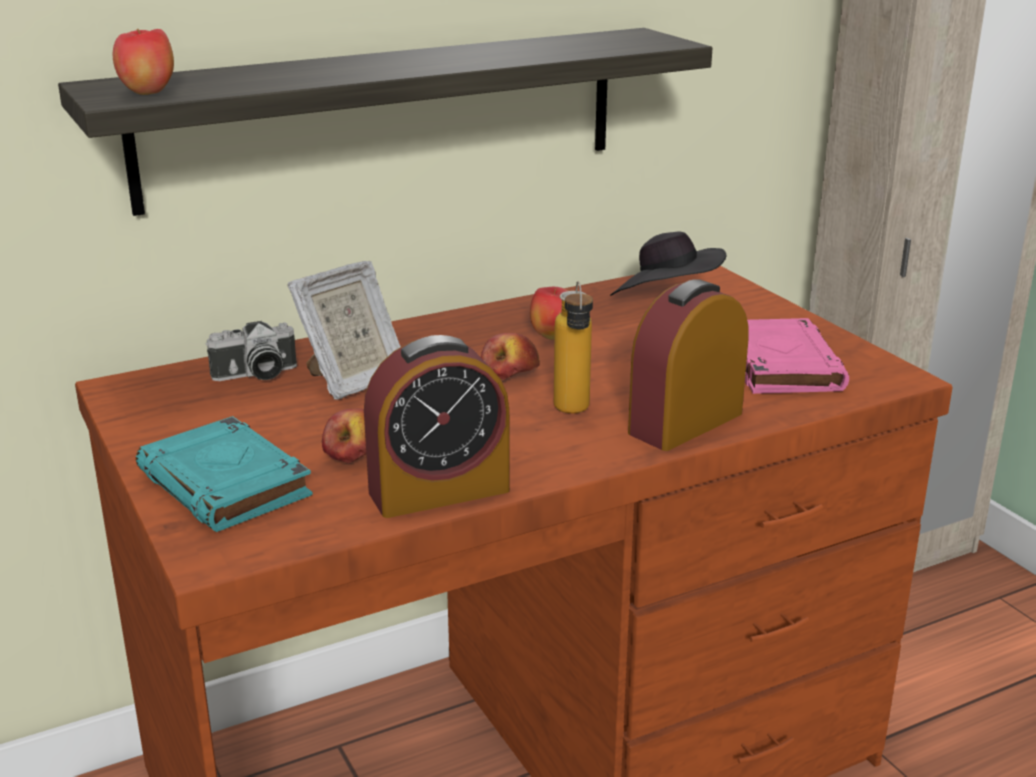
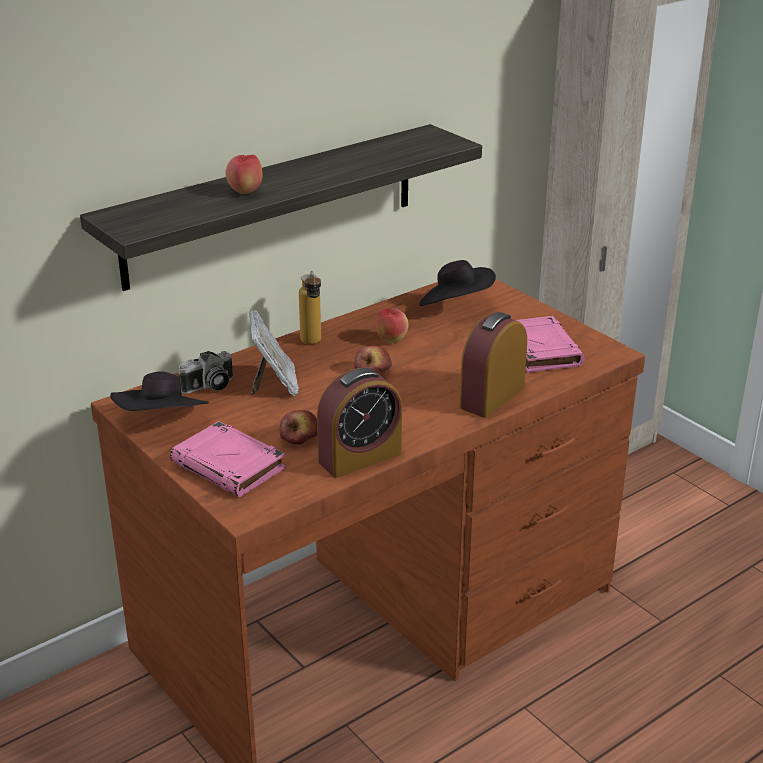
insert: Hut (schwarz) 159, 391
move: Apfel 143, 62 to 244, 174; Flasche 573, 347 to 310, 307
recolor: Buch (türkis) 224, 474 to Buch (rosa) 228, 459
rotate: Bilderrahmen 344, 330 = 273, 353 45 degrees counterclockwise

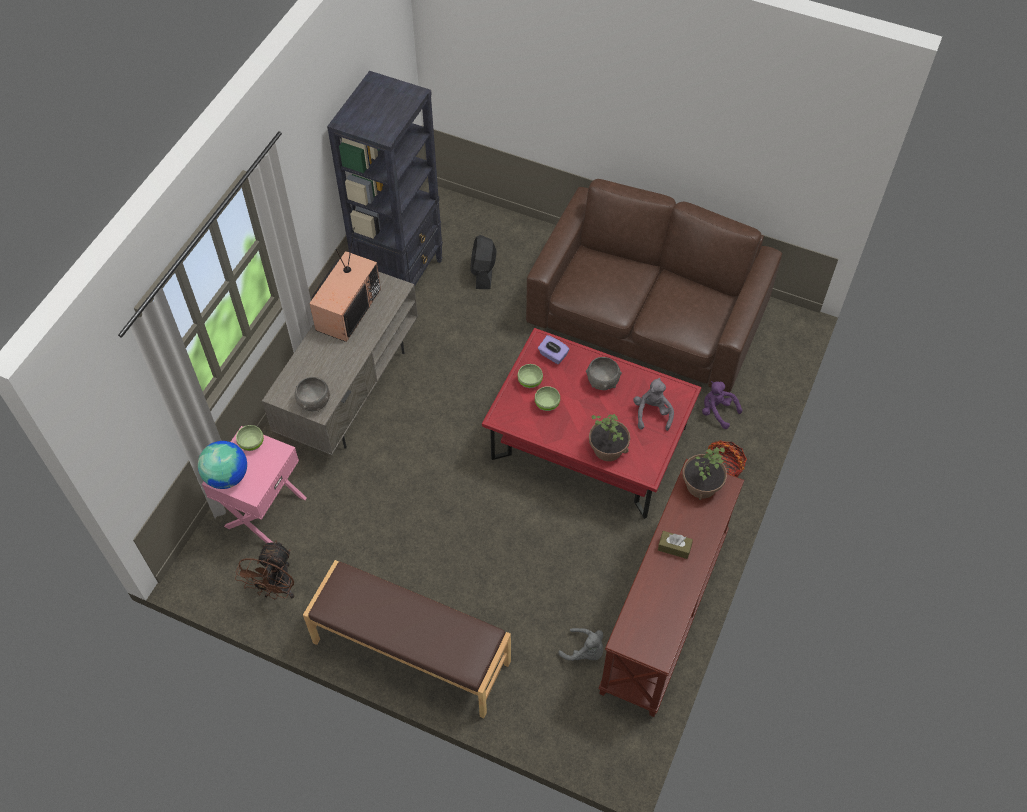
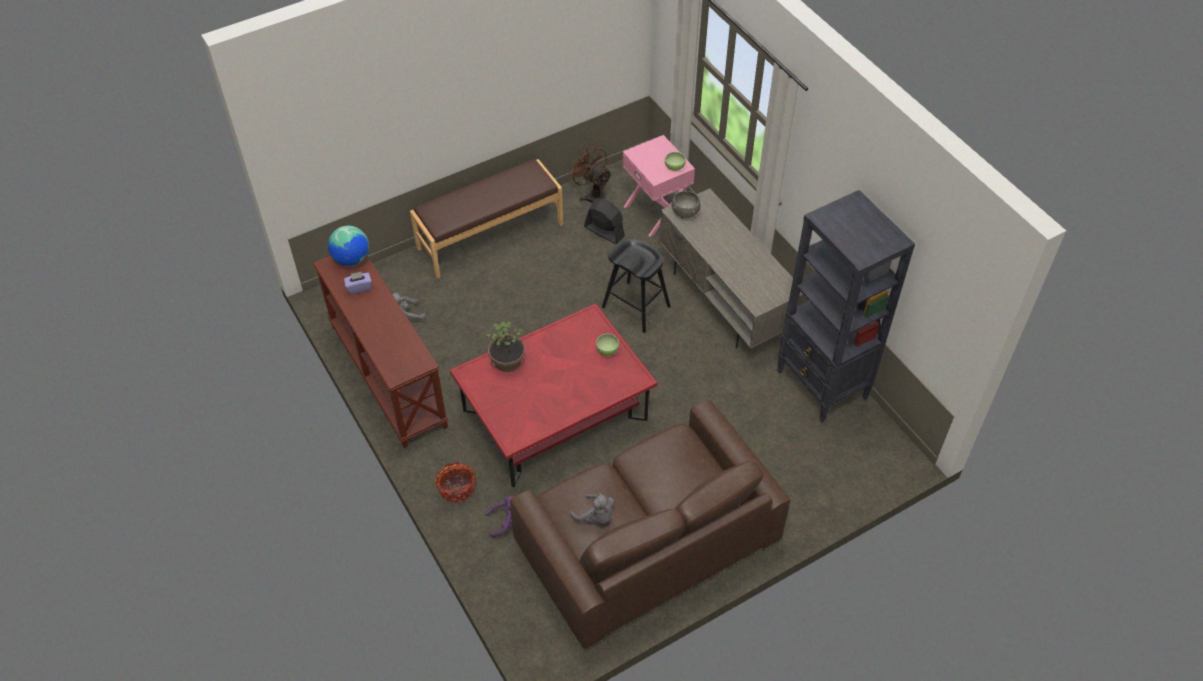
delete: Fernseher 345, 285; Schüssel (grün) 547, 398; Schüssel (grau) 604, 373; Taschentuchbox (braun) 675, 545; Topfpflanze 705, 473
insert: Hocker (schwarz) 636, 286
move: Globus 222, 465 to 348, 246; Ventilator (schwarz) 483, 262 to 604, 221; Taschentuchbox (lila) 553, 349 to 358, 282; Plüschtier (grau) 653, 404 to 592, 508

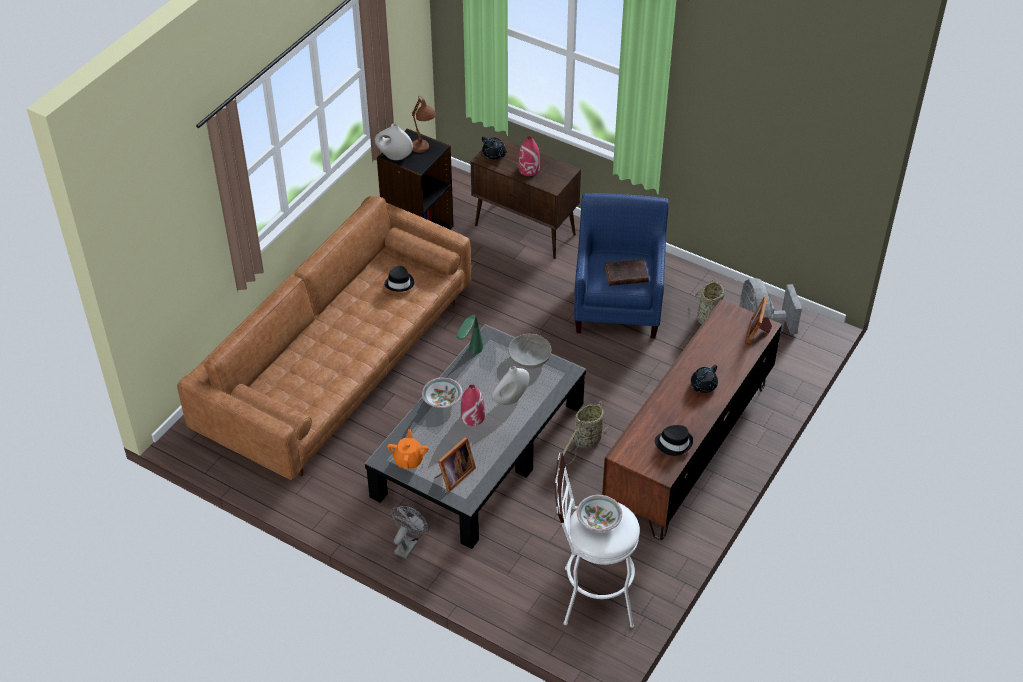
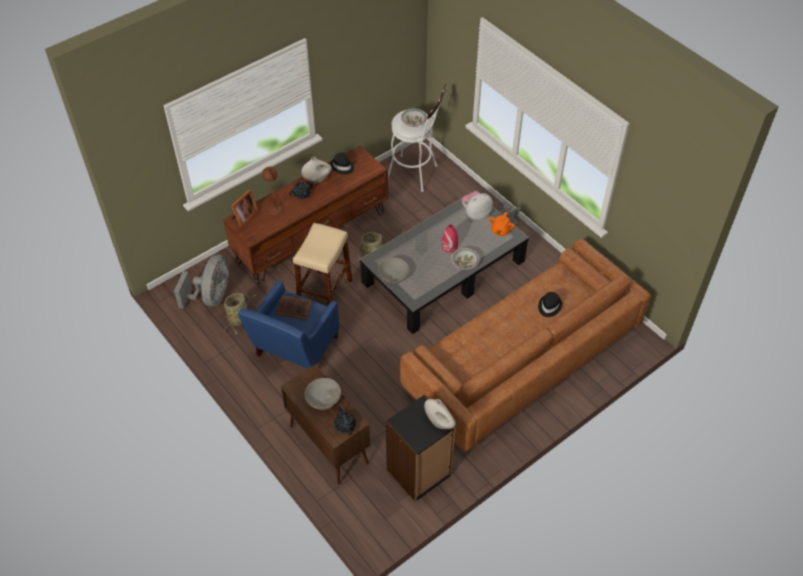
delete: Tischlampe (grün) 470, 334
insert: Hocker (beige) 322, 264
move: Hut (schwarz) 399, 279 to 550, 304; Tischlampe (braun) 424, 124 to 272, 191; Vase (weiß) 510, 385 to 316, 170
replace: Bilderrahmen 455, 464 to Plüschtier 477, 205; Vase (rot) 529, 156 to Schüssel (grau) 323, 394

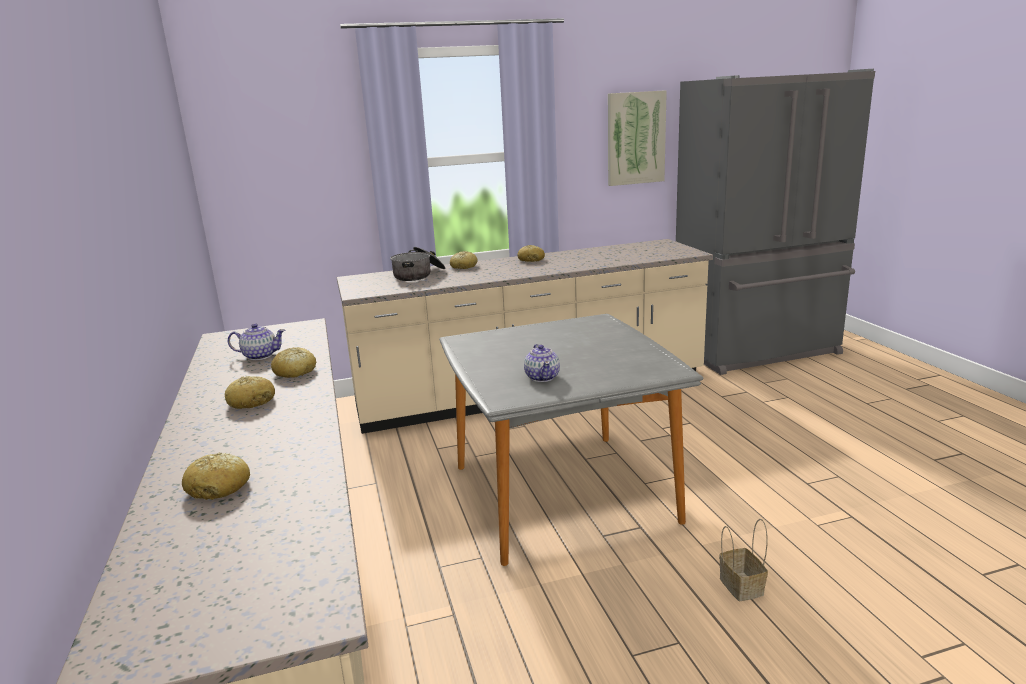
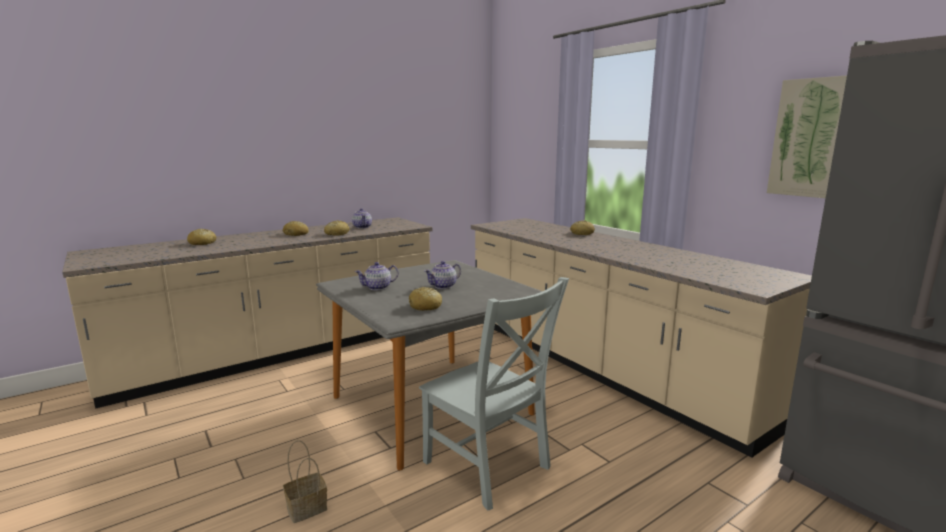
delete: Kochtopf 417, 264
insert: Stuhl (grau) 494, 394; Teekanne 443, 275
move: Brot 531, 253 to 425, 299

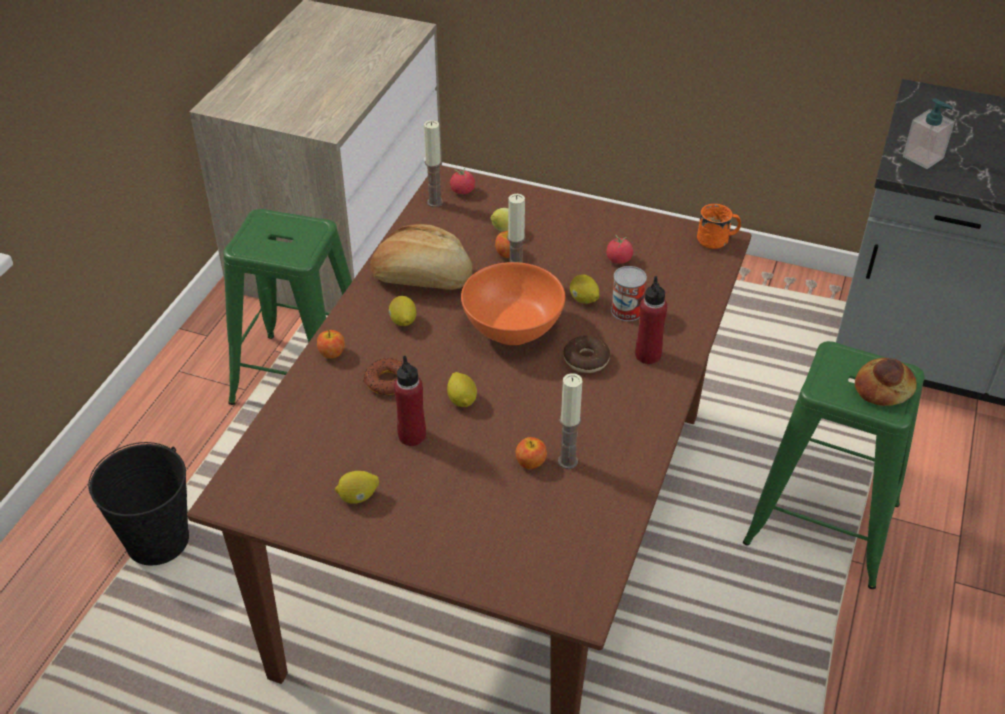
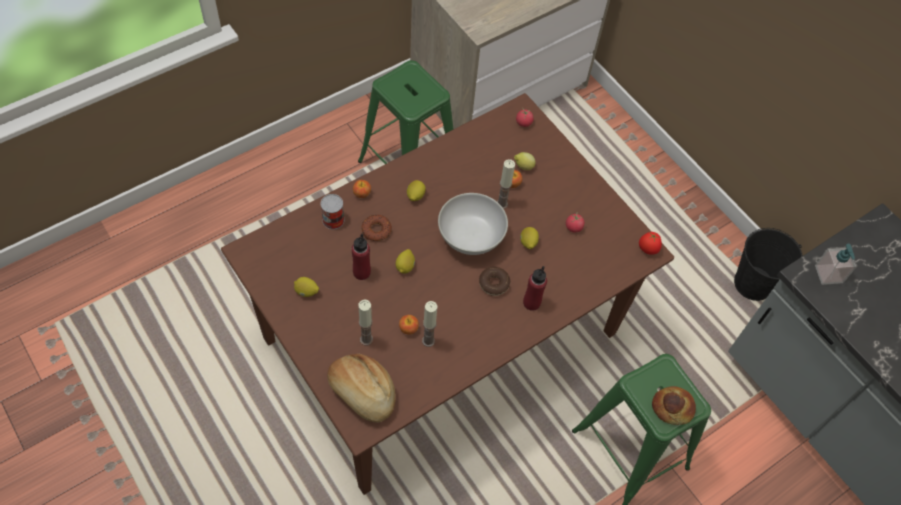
move: Eimer (schwarz) 138, 504 to 768, 264; Brot 421, 257 to 361, 388; Kerze 433, 163 to 365, 322; Dose 629, 293 to 332, 211
replace: Henkelbecher (orange) 719, 226 to Tomate 650, 243
recolor: Schüssel (orange) 513, 303 to Schüssel (weiß) 473, 224

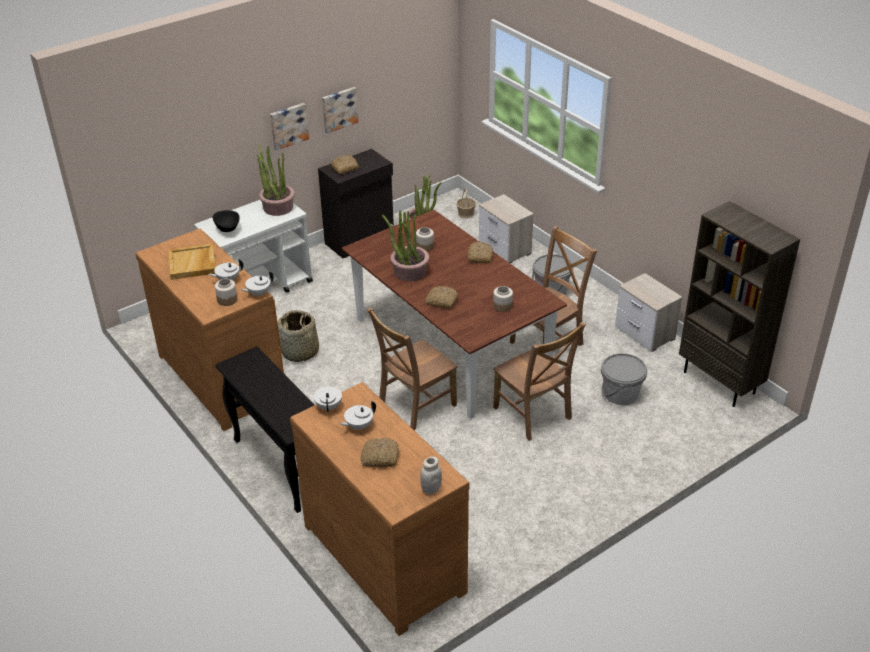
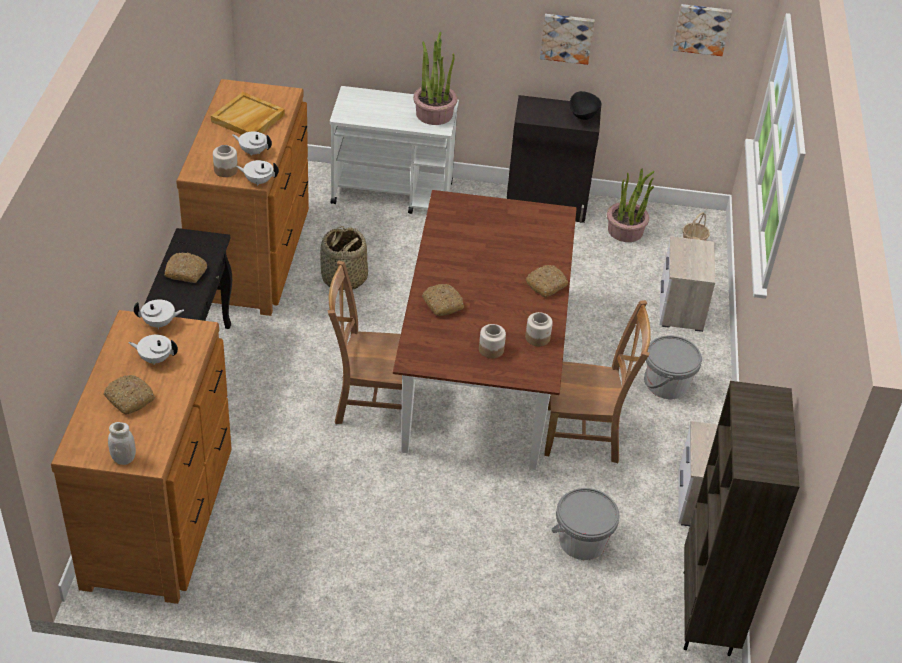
delete: Topfpflanze 405, 245; Stuhl (braun) 539, 381
move: Schüssel (schwarz) 226, 221 to 585, 105; Bild 289, 126 to 702, 30; Brot 345, 164 to 185, 267; Vorratsglas 425, 239 to 539, 329
rotate: Teekanne (weiß) 328, 396 = 159, 315 45 degrees clockwise

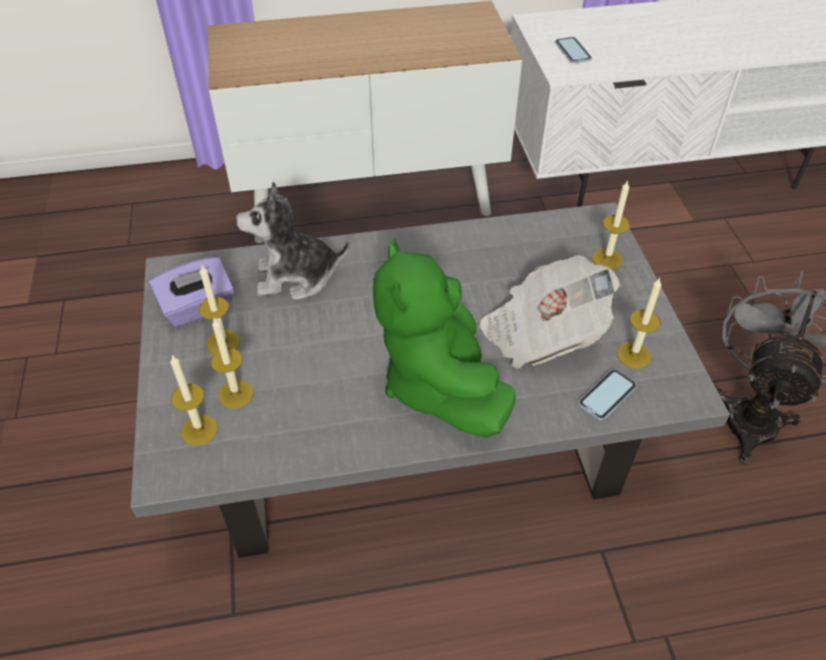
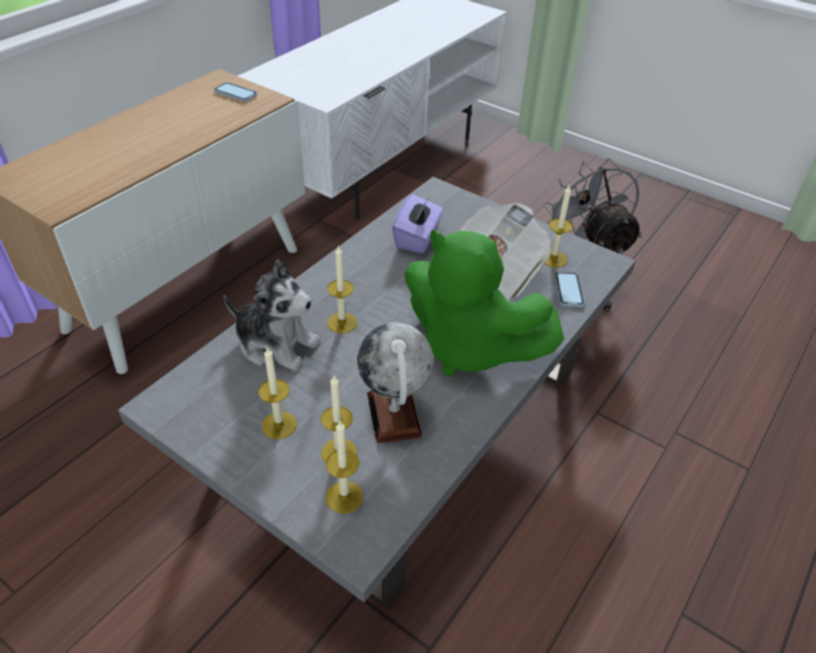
insert: Globus 395, 383
move: Taschentuchbox (lila) 191, 292 to 418, 224; Handy 573, 50 to 235, 91; Kerze 611, 224 to 342, 289
rotate: Plüschtier 293, 241 = 272, 315 105 degrees counterclockwise

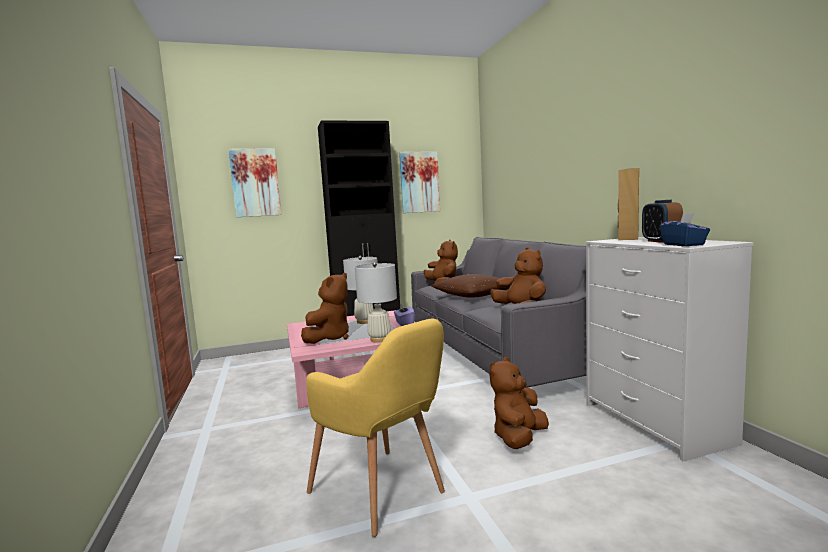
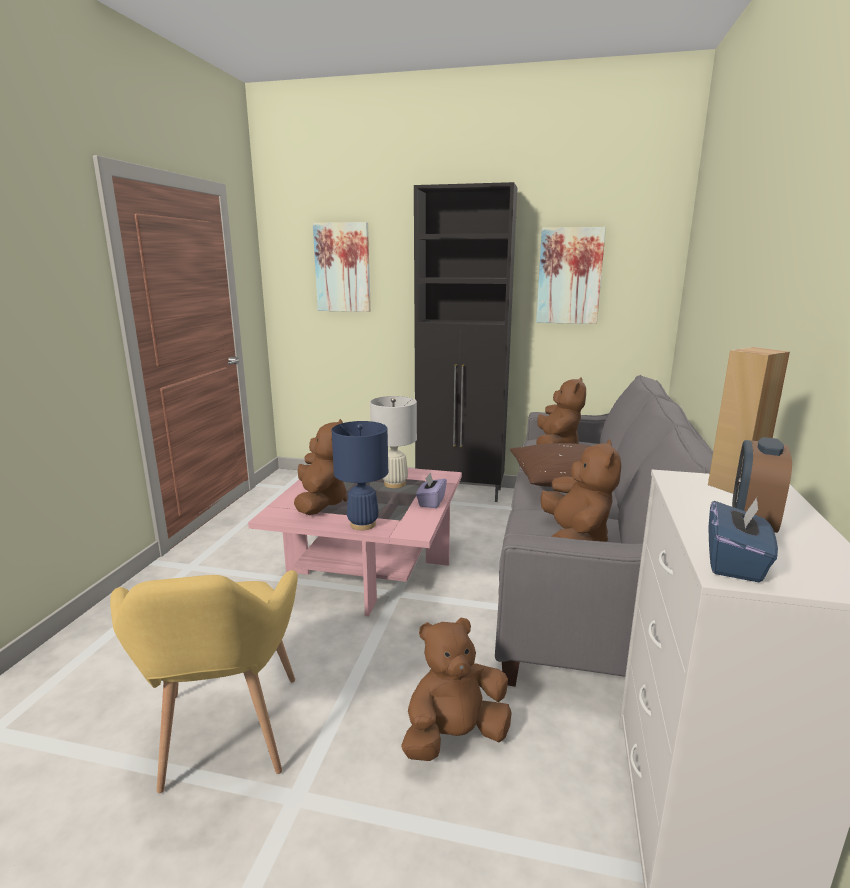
recolor: Tischlampe (weiß) 376, 302 to Tischlampe (blau) 360, 475
rotate: Plüschtier (braun) 325, 308 = 321, 467 60 degrees counterclockwise

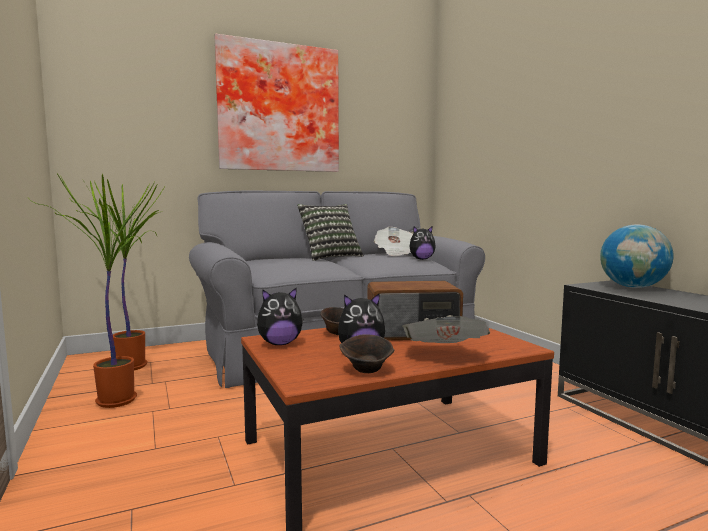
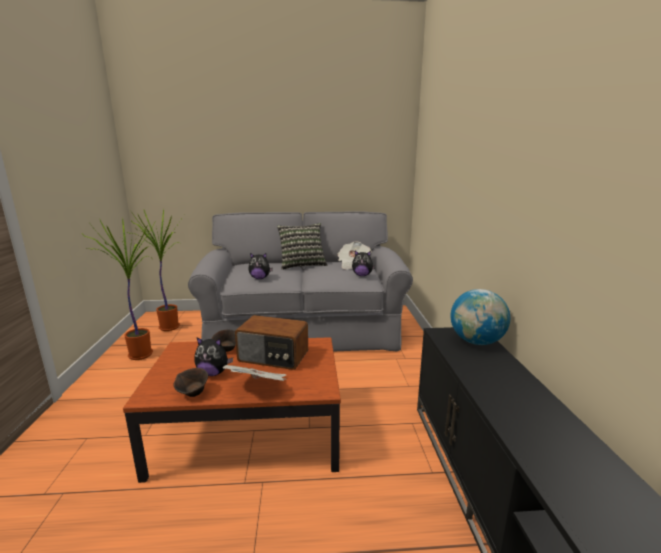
delete: Bild 276, 103
move: Plüschtier 280, 316 to 261, 266

